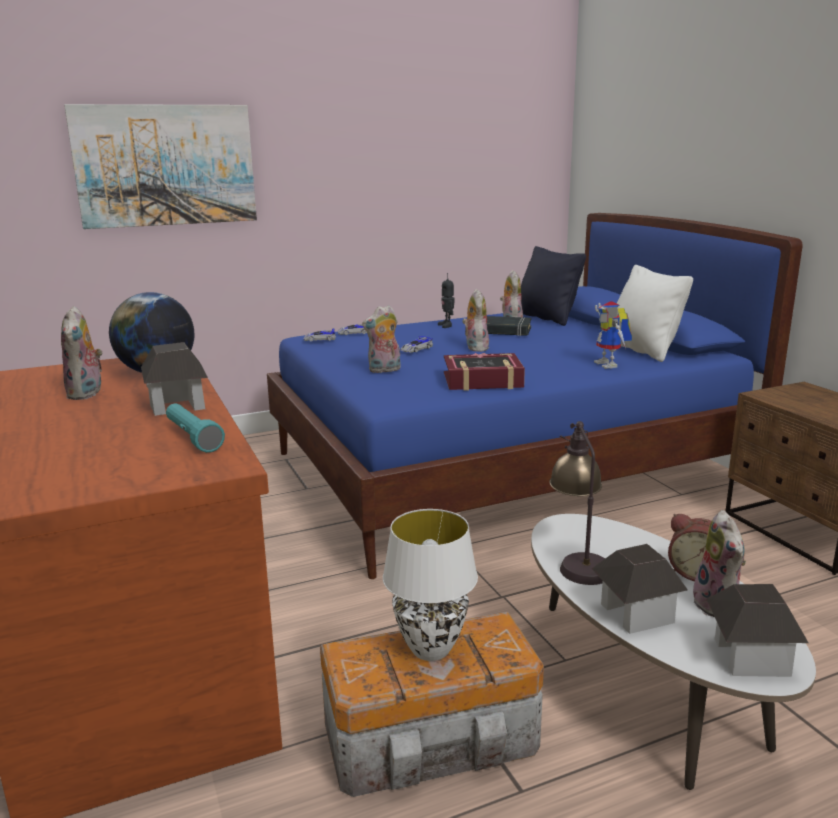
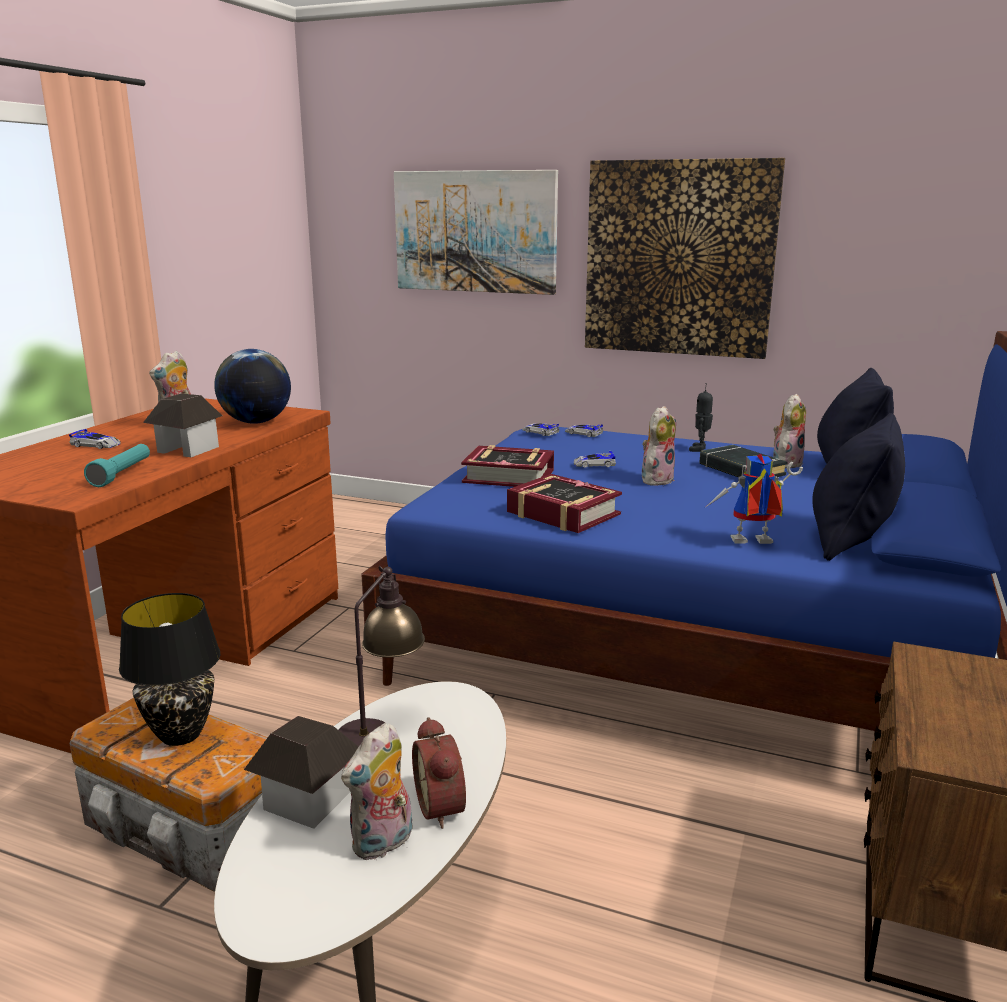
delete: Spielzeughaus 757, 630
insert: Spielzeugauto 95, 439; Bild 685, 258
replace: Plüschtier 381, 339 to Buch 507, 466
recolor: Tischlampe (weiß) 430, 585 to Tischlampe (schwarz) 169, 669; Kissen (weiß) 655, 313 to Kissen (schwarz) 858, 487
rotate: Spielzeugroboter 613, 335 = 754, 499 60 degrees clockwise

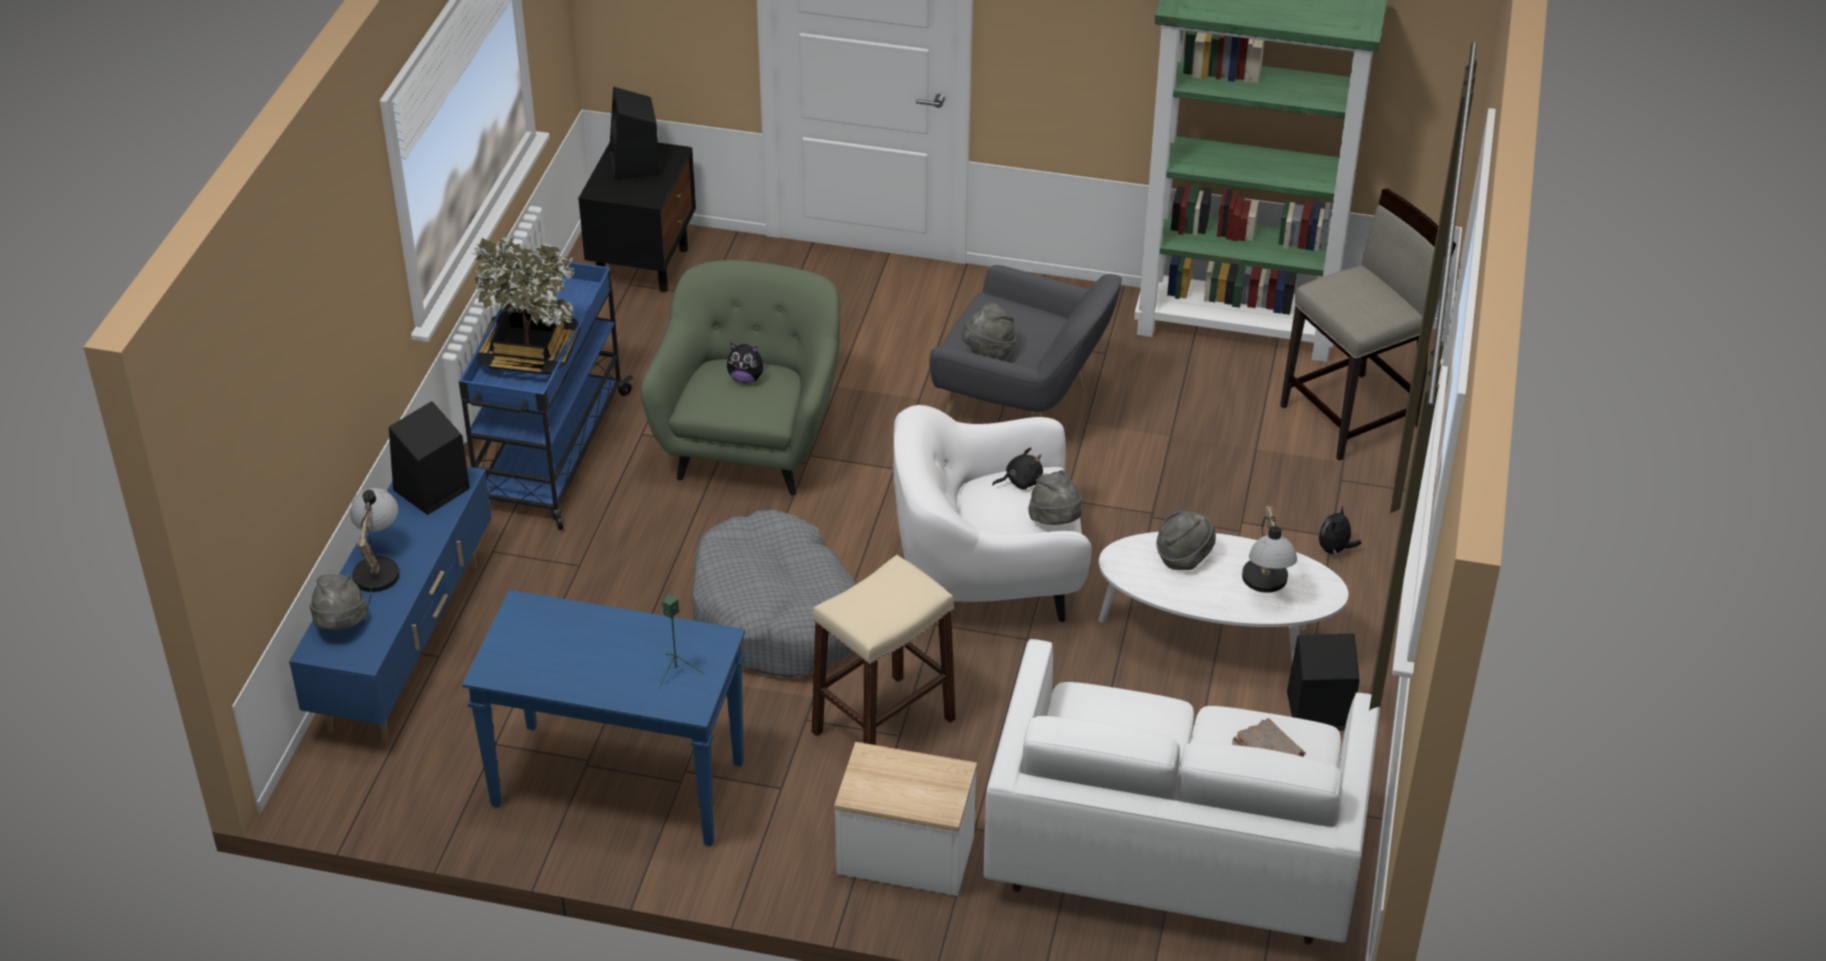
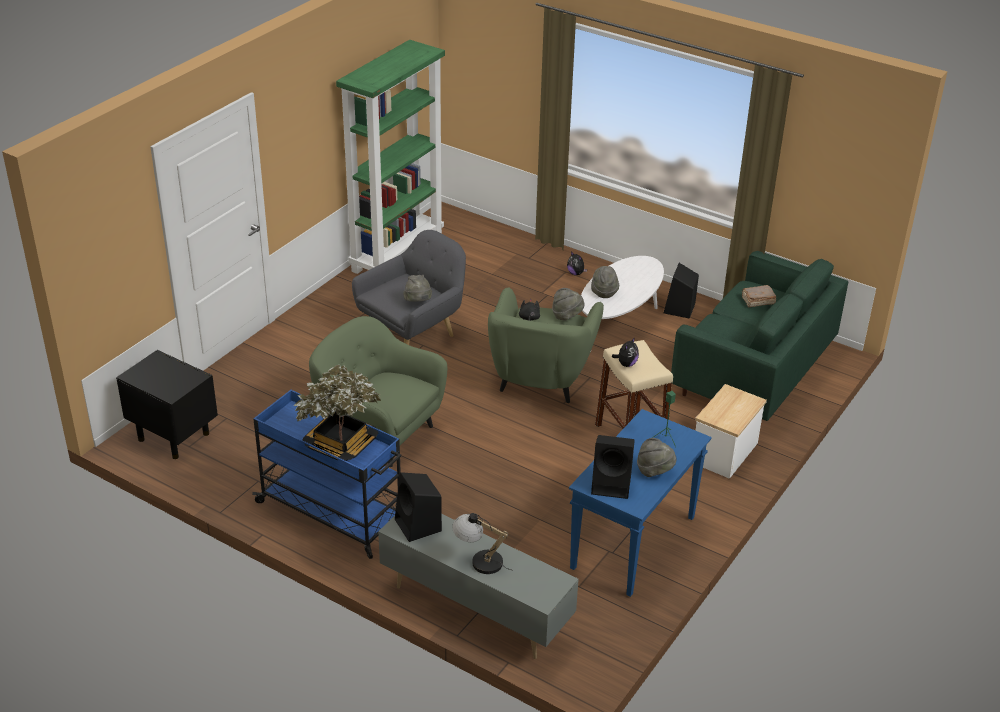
delete: Hundebett (grau) 774, 594; Tischlampe 1269, 549; Hocker (beige) 1368, 324
move: Hut (grau) 339, 602 to 657, 457; Lautsprecher (schwarz) 634, 133 to 613, 467; Plüschtier 748, 362 to 625, 352
recolor: Fernsehschrank (blau) 390, 604 to Fernsehschrank (grau) 478, 586; Sessel (weiß) 993, 516 to Sessel (grün) 546, 345; Sofa (weiß) 1181, 792 to Sofa (grün) 759, 336

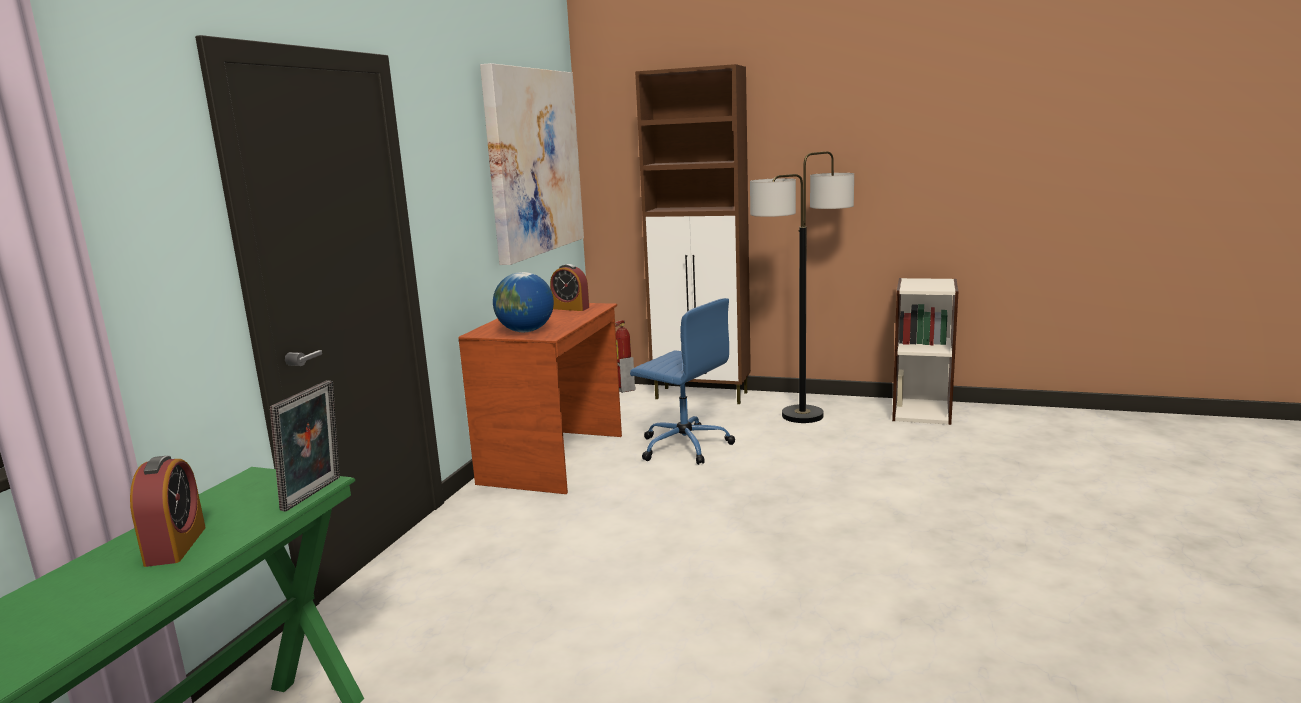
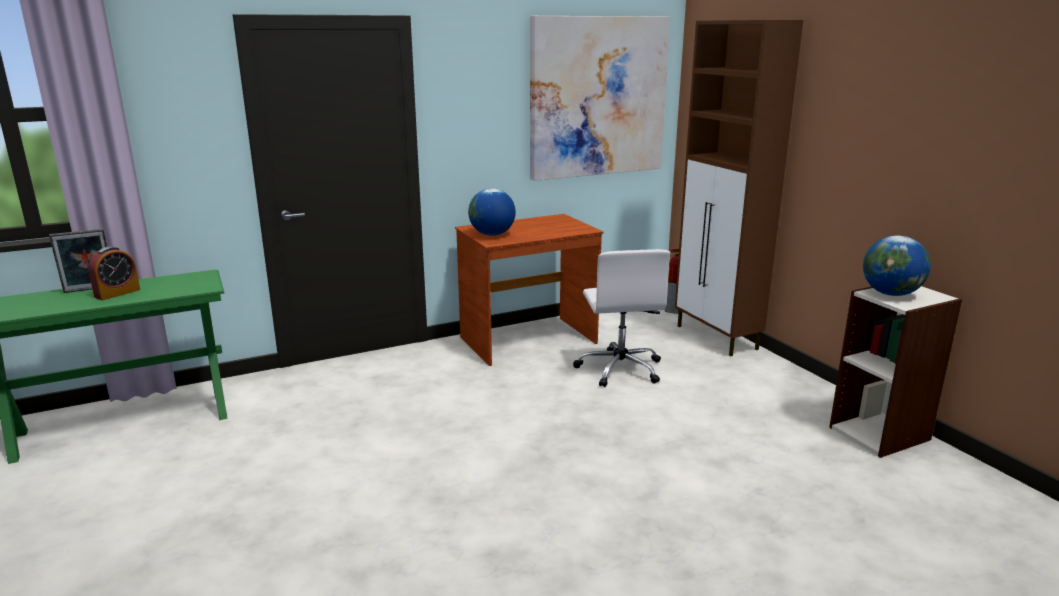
delete: Wecker 569, 287; Stehlampe 802, 287
insert: Globus 897, 266
move: Bilderrahmen 305, 446 to 78, 261
recolor: Bürostuhl (blau) 682, 381 to Bürostuhl (weiß) 621, 318

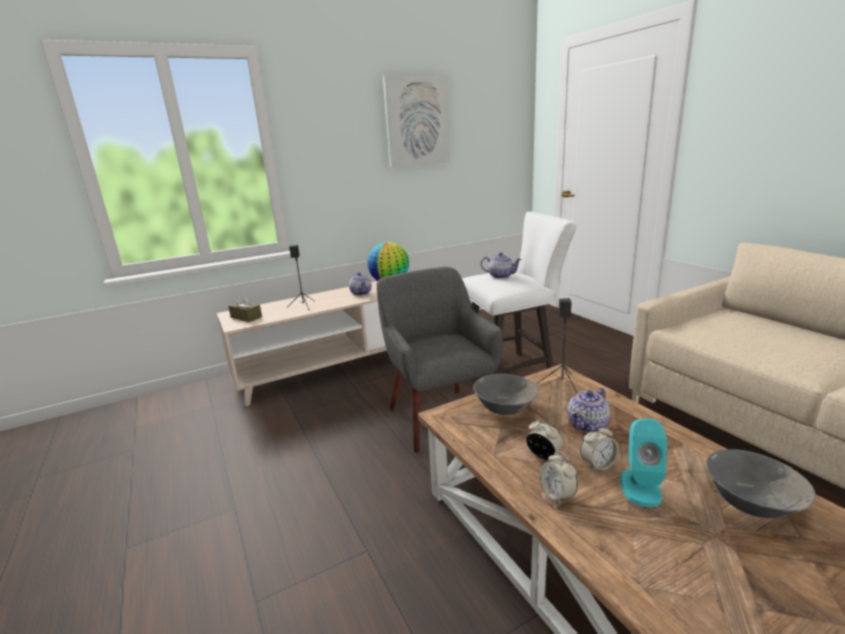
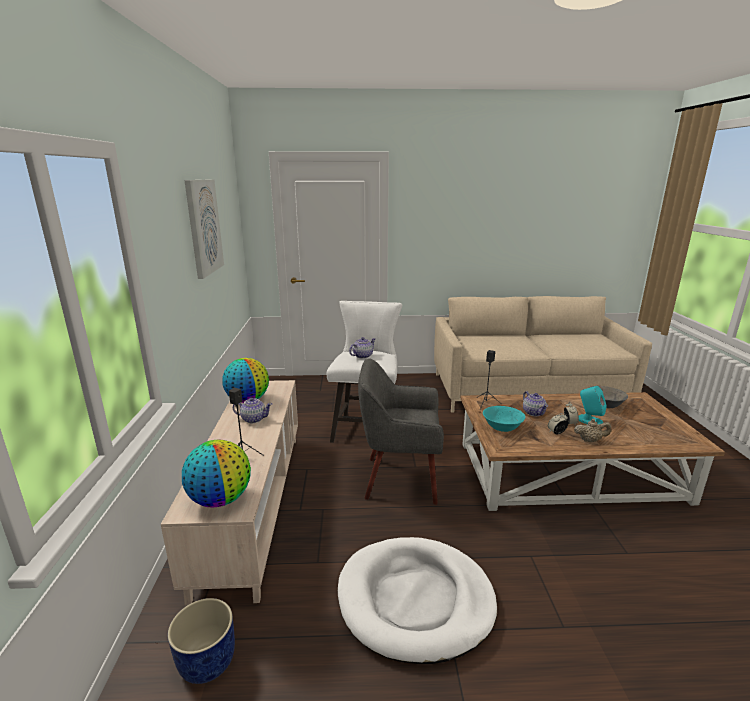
insert: Pflanzkübel (blau) 201, 641; Hundebett (weiß) 417, 600
replace: Taschentuchbox (braun) 245, 307 to Globus 216, 473; Wecker 559, 478 to Teekanne (beige) 592, 430
recolor: Schüssel (grau) 506, 394 to Schüssel (türkis) 504, 419

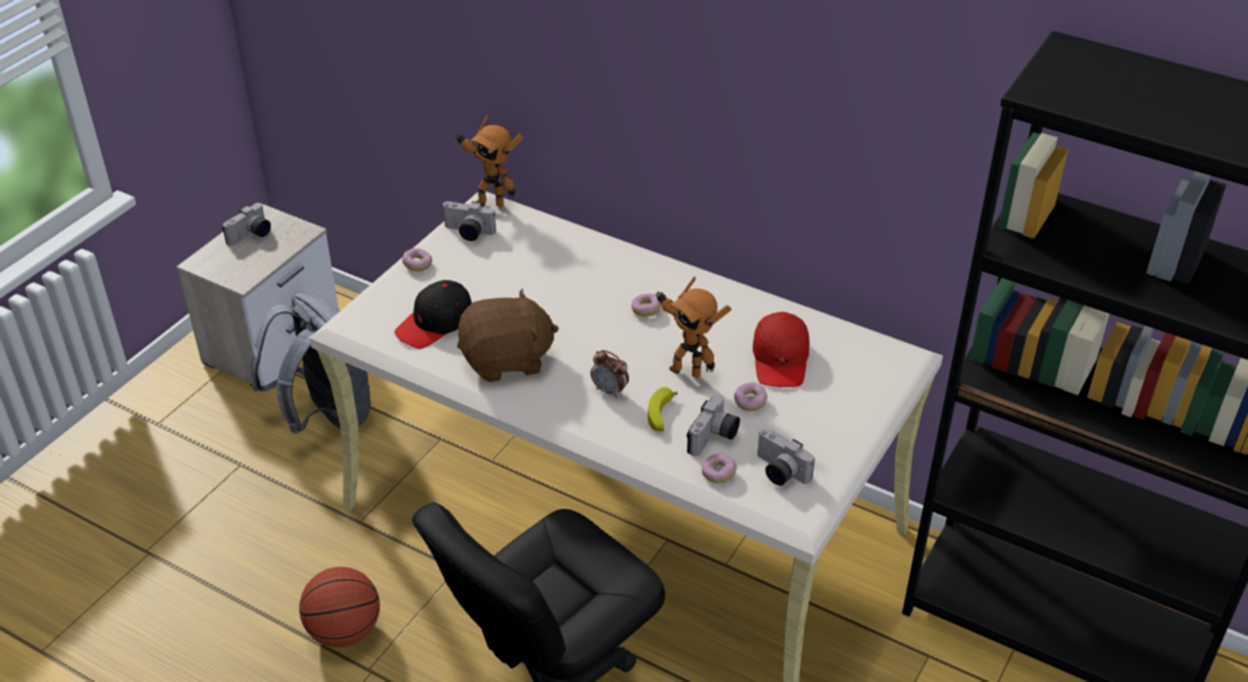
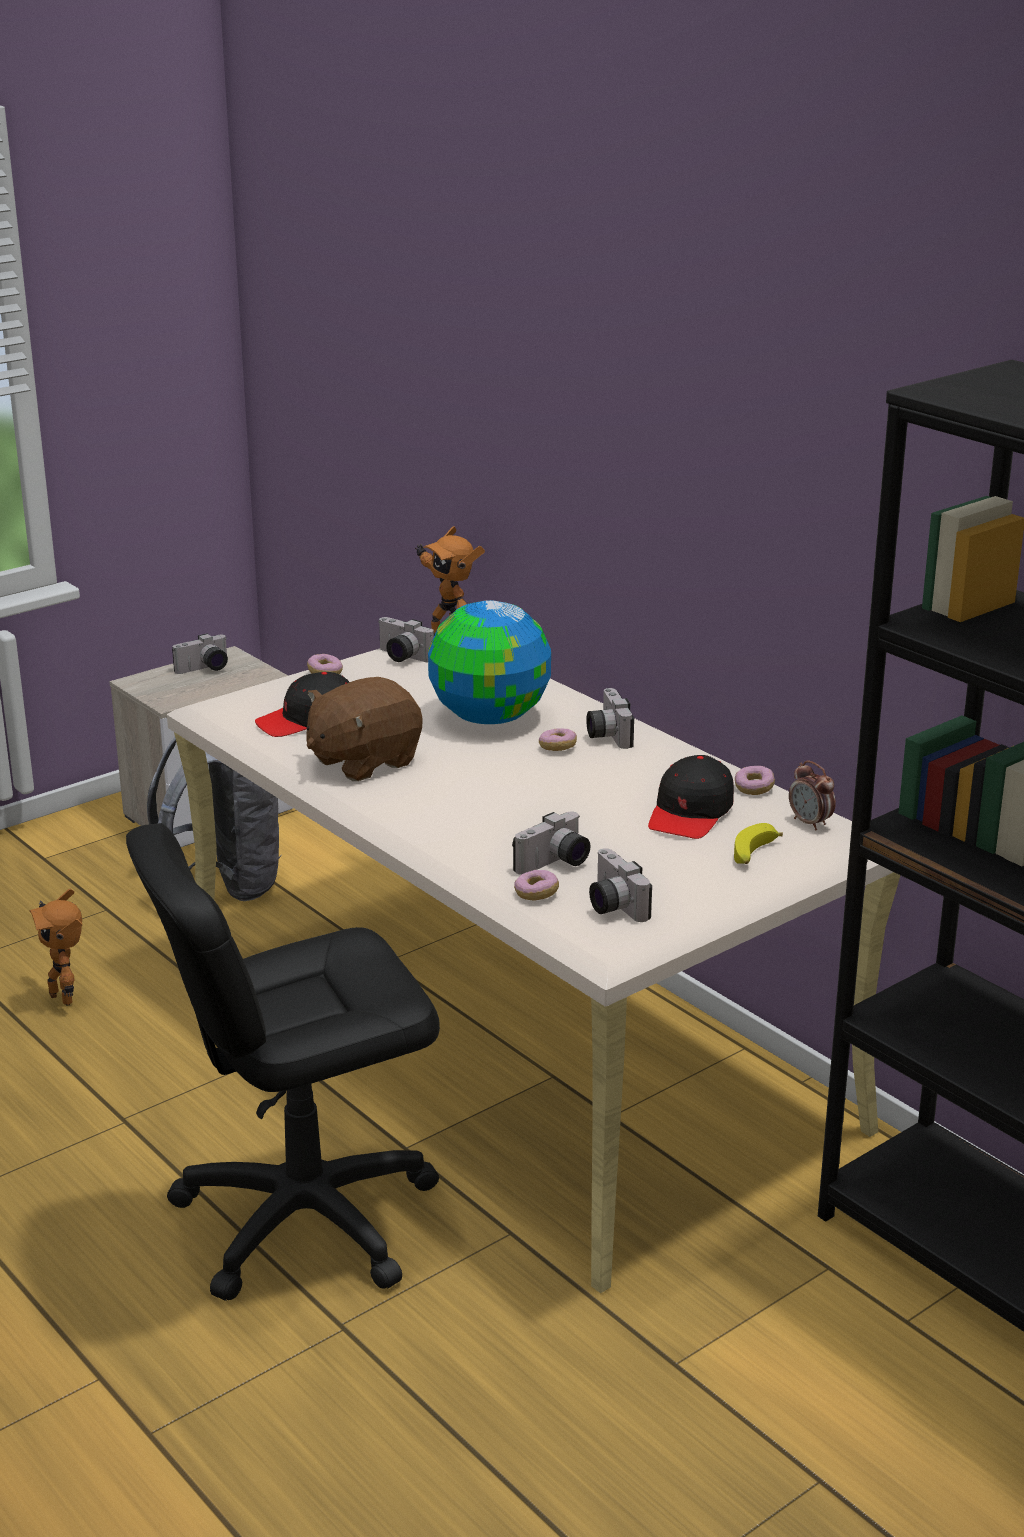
delete: Basketball 339, 607
insert: Globus 489, 662; Kamera 610, 718
move: Wecker 610, 374 to 812, 795; Banane 662, 409 to 758, 843; Spielzeugroboter 693, 327 to 55, 947; Donut 750, 396 to 755, 780
recolor: Kappe (rot) 781, 349 to Kappe (schwarz) 691, 797
rotate: Plüschtier (braun) 508, 335 = 364, 729 135 degrees clockwise

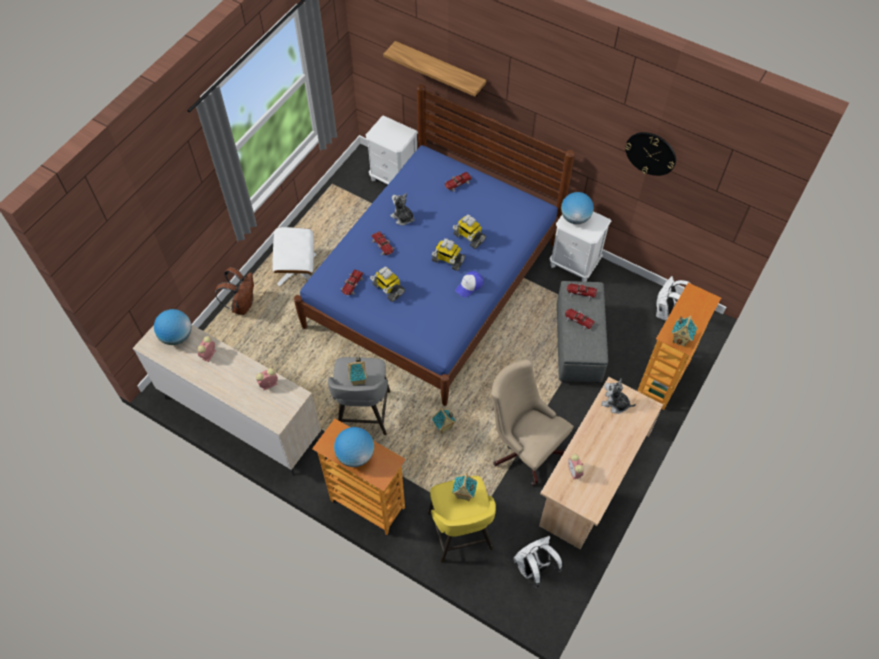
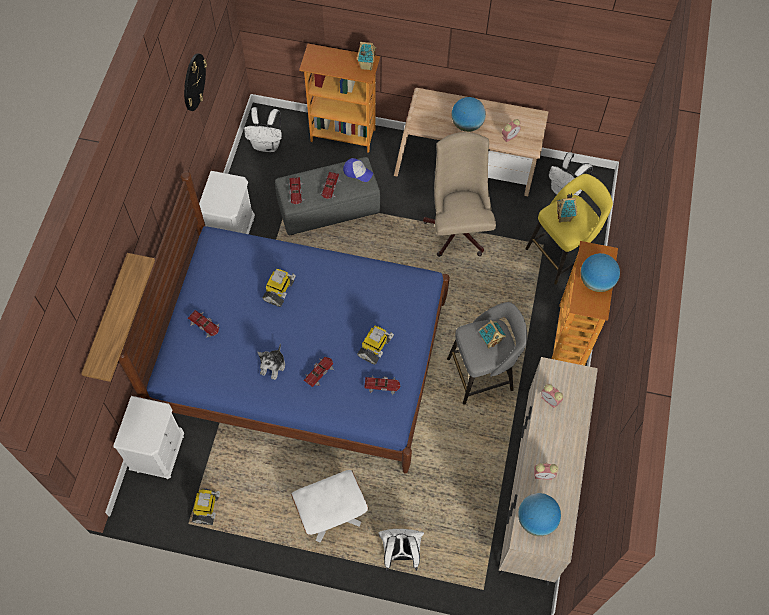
delete: Spielzeughaus 444, 421; Plüschtier 618, 396
move: Spielzeugroboter 448, 254 to 206, 506; Kappe 469, 284 to 358, 170; Globus 577, 208 to 468, 114
recolor: Rucksack (braun) 234, 291 to Rucksack (weiß) 401, 550
rotate: Bürostuhl (beige) 532, 422 = 459, 194 150 degrees clockwise

